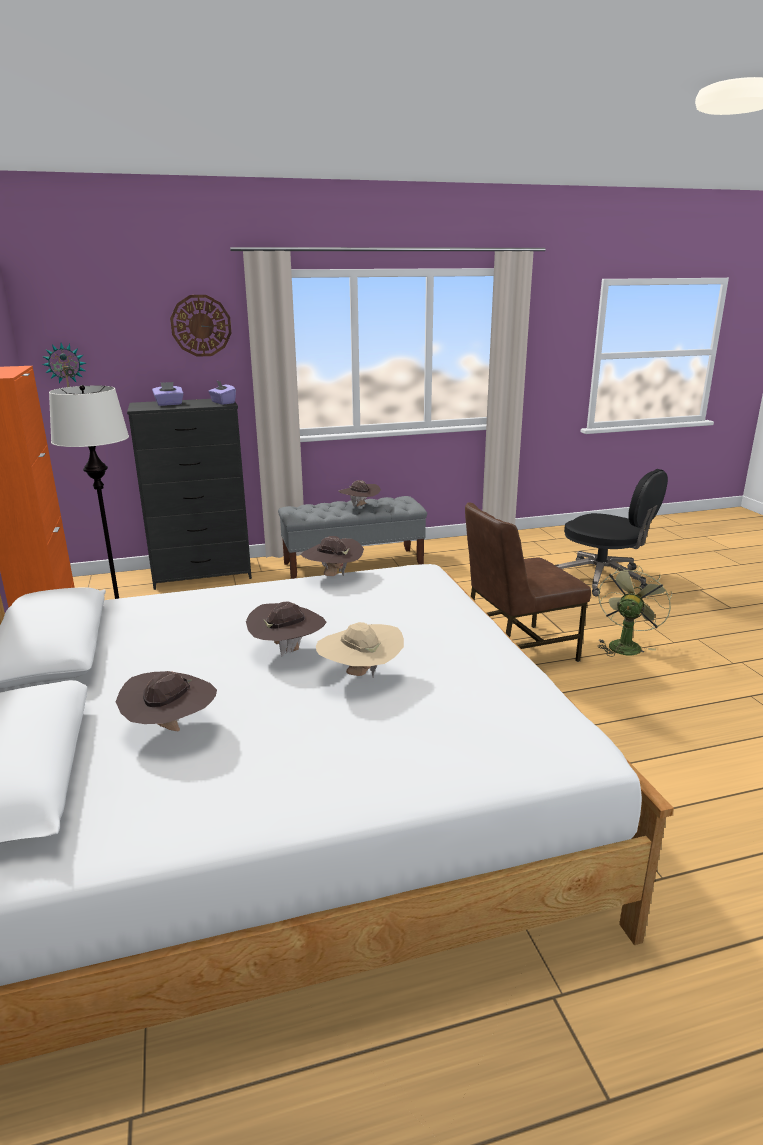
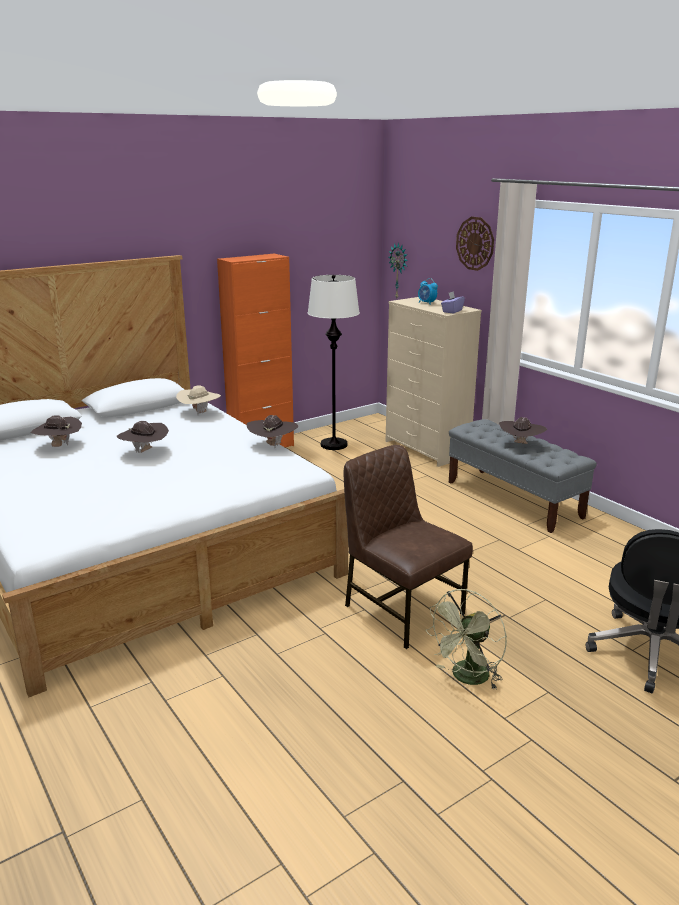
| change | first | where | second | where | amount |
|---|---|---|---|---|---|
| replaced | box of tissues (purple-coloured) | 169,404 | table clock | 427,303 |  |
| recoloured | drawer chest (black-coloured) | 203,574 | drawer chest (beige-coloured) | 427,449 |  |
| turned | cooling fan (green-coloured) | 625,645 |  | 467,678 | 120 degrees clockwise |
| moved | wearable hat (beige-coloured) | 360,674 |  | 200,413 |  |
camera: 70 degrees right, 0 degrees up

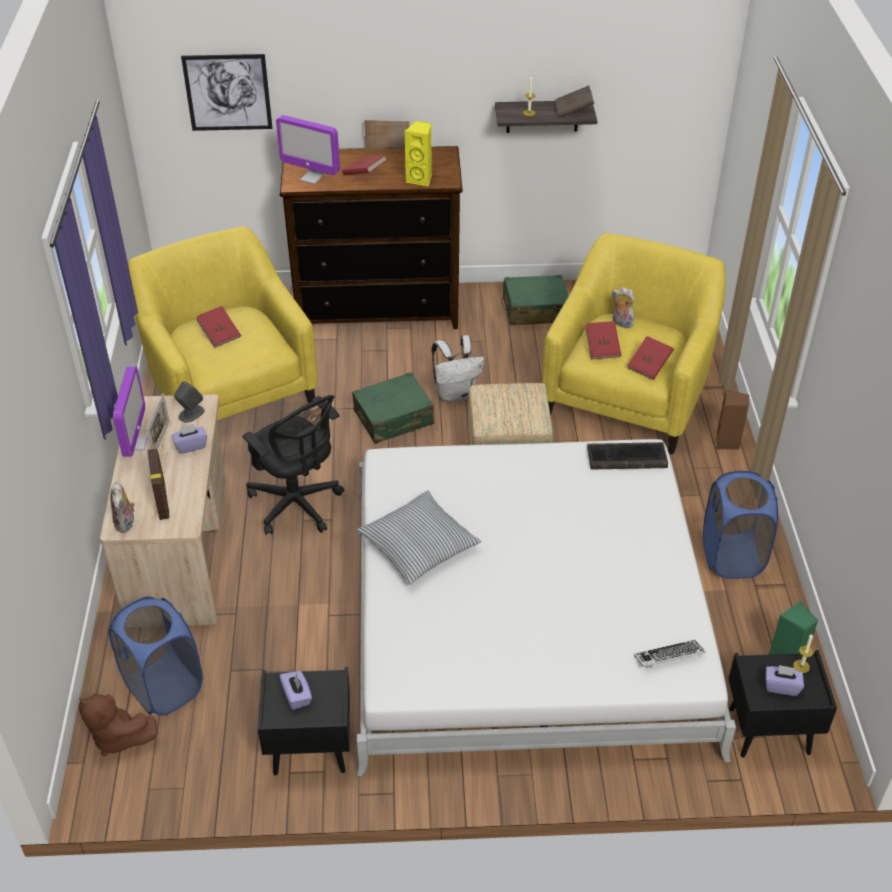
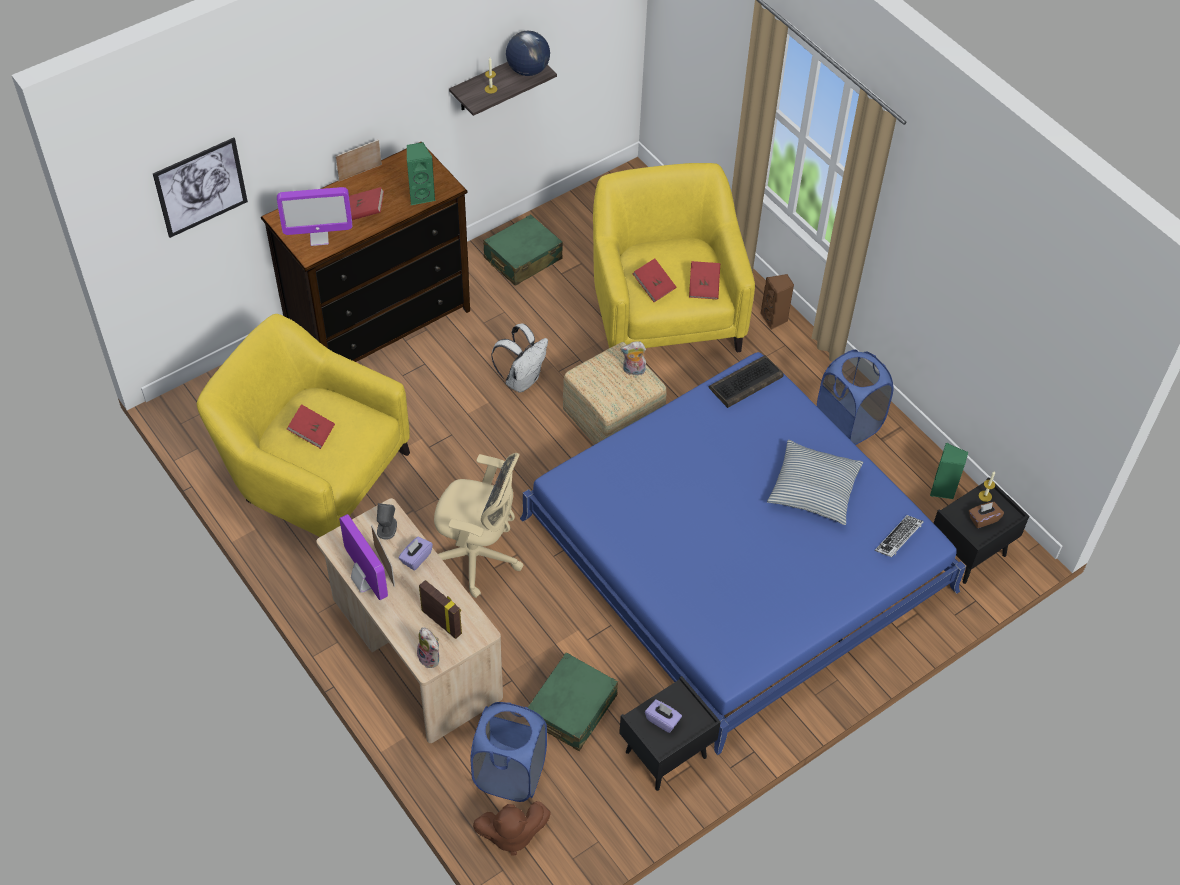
| change | first | where | second | where | amount |
|---|---|---|---|---|---|
| replaced | volume (brown) | 573,111 | globe | 527,70 |  |
| recoloured | loudspeaker (yellow) | 420,179 | loudspeaker (green-coloured) | 421,195 |  |
| moved | plush toy | 621,323 |  | 633,371 |  |
| moved | piece of luggage (green-coloured) | 394,418 |  | 572,708 |  |
| recoloured | computer chair (black-coloured) | 297,505 | computer chair (beige-coloured) | 477,557 |  |
| recoloured | bed (white-coloured) | 527,614 | bed (blue-coloured) | 737,554 |  |
| moved | throw pillow | 419,545 |  | 814,489 |  |
| recoloured | box of tissues (purple-coloured) | 781,686 | box of tissues (brown) | 983,519 |  |
camera: 35 degrees left, 10 degrees up

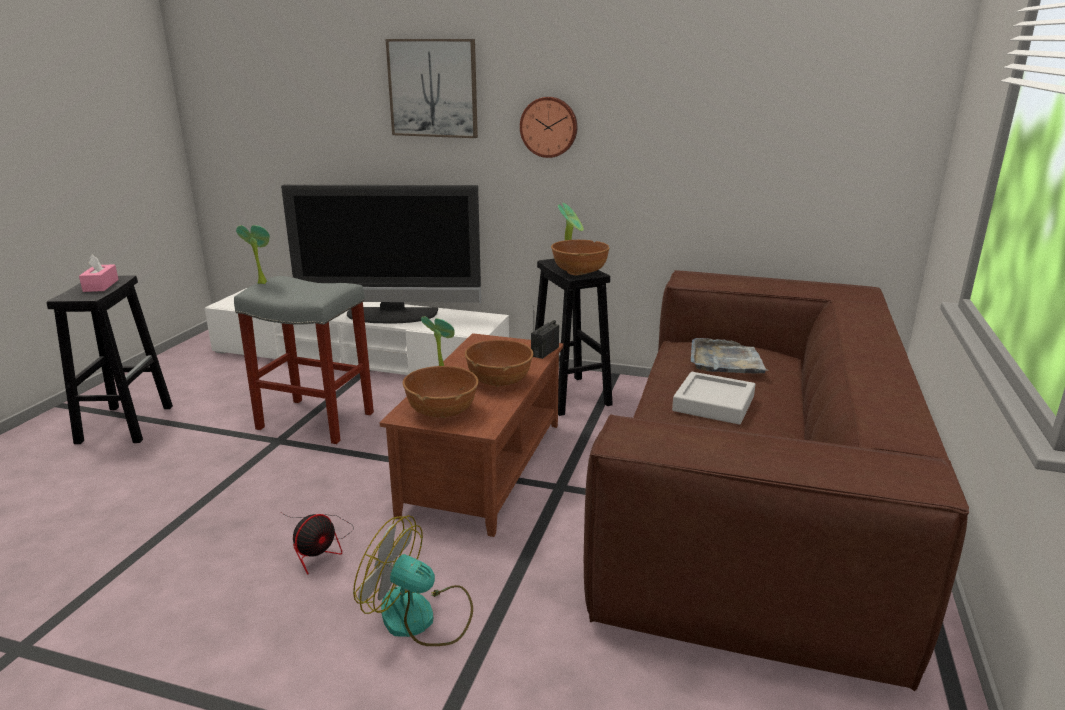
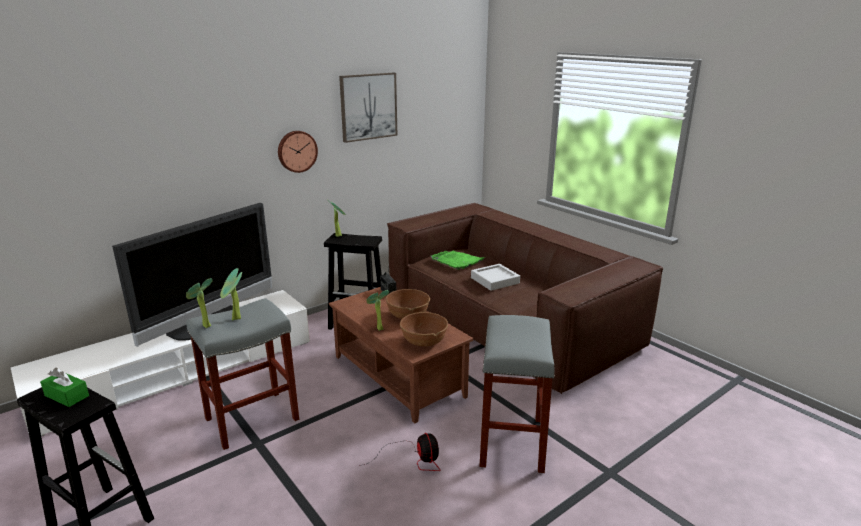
| change | first | where | second | where | amount |
|---|---|---|---|---|---|
| moved | wall art | 433,88 |  | 368,106 |  |
| removed | bowl (brown) | 579,272 |  |  |  |
| recoloured | box of tissues (pink) | 101,285 | box of tissues (green-coloured) | 67,396 |  |
| recoloured | tray (grey) | 726,360 | tray (green-coloured) | 457,261 |  |
| replaced | cooling fan | 420,618 | stool seat (grey) | 512,443 |  |
| added |  |  | plant in a pot | 235,320 |  |
camera: 55 degrees left, 0 degrees up

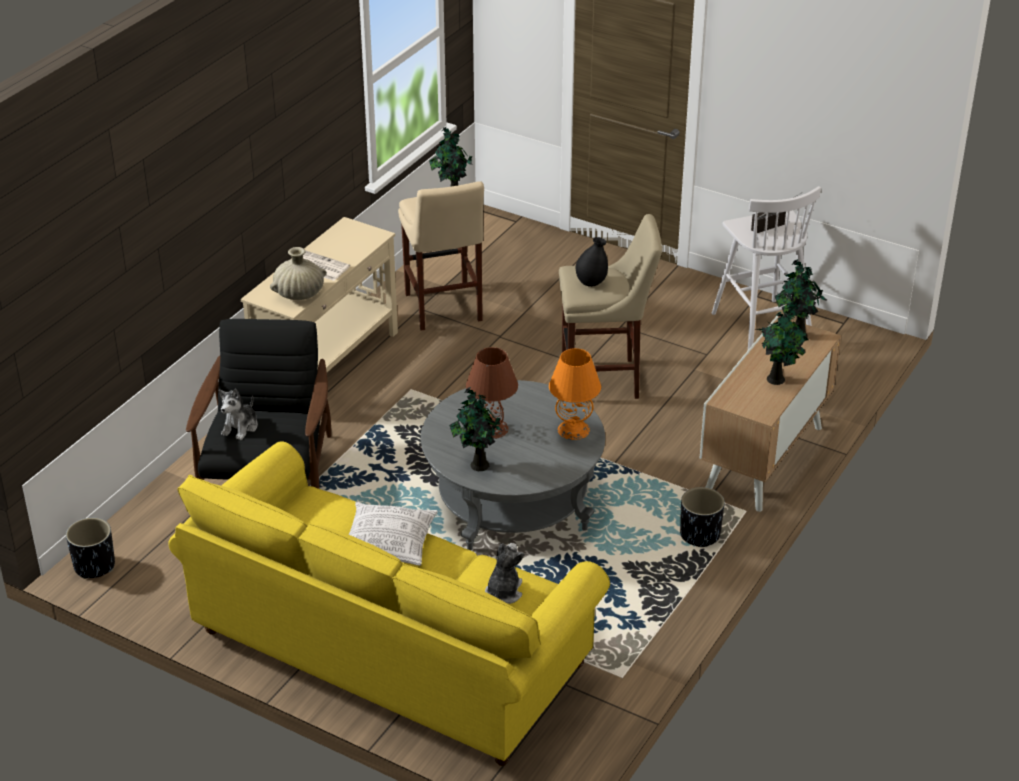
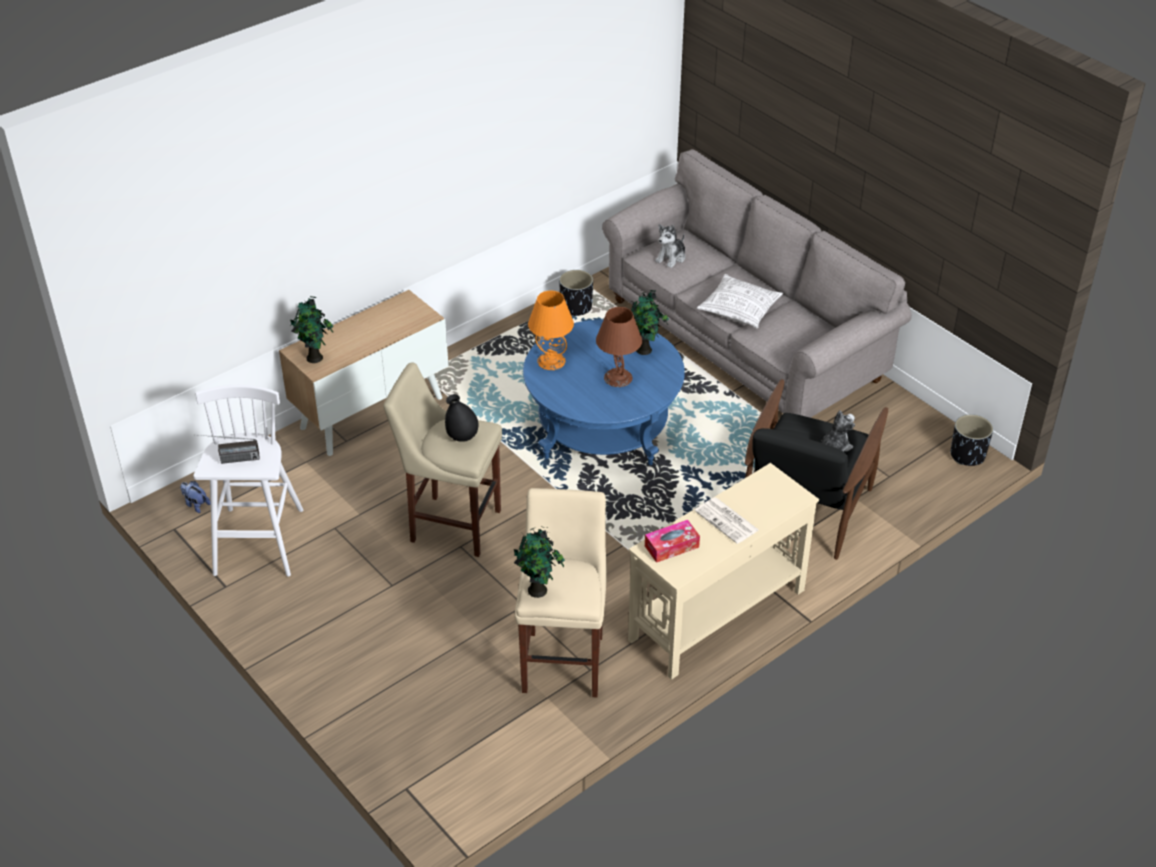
| change | first | where | second | where | amount |
|---|---|---|---|---|---|
| removed | flower vase (beige-coloured) | 299,294 |  |  |  |
| removed | plant in a pot | 777,379 |  |  |  |
| recoloured | lounge table (grey) | 512,502 | lounge table (blue-coloured) | 603,426 |  |
| recoloured | couch (yellow) | 391,649 | couch (grey) | 744,341 |  |
| moved | plant pot (black-coloured) | 700,535 |  | 576,307 |  |
| added |  |  | plush toy | 196,504 |  |
| added |  |  | box of tissues | 671,546 |  |
camera: 160 degrees left, 5 degrees up

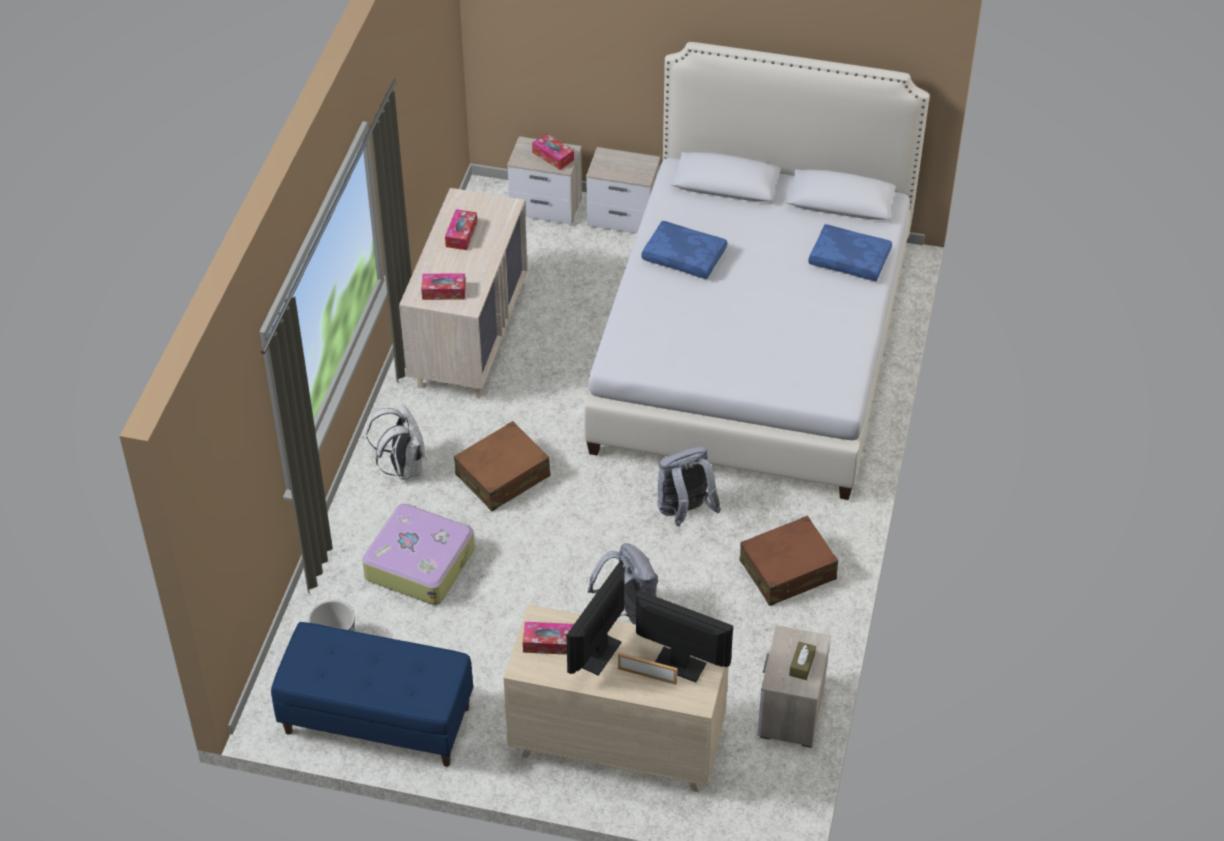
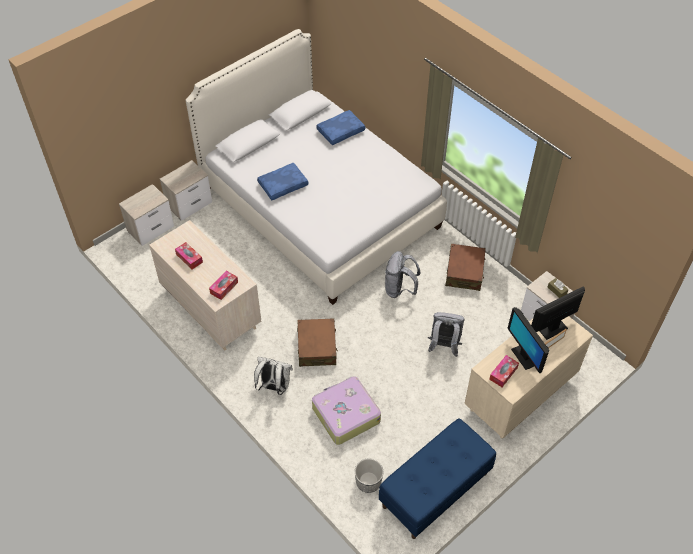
| change | first | where | second | where | amount |
|---|---|---|---|---|---|
| removed | box of tissues | 553,156 |  |  |  |
camera: 55 degrees left, 5 degrees up

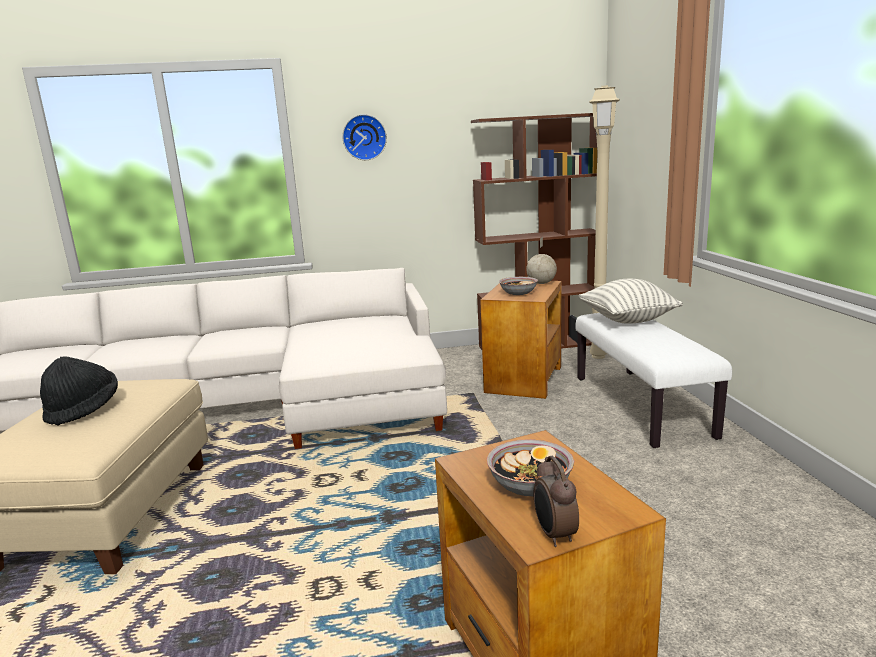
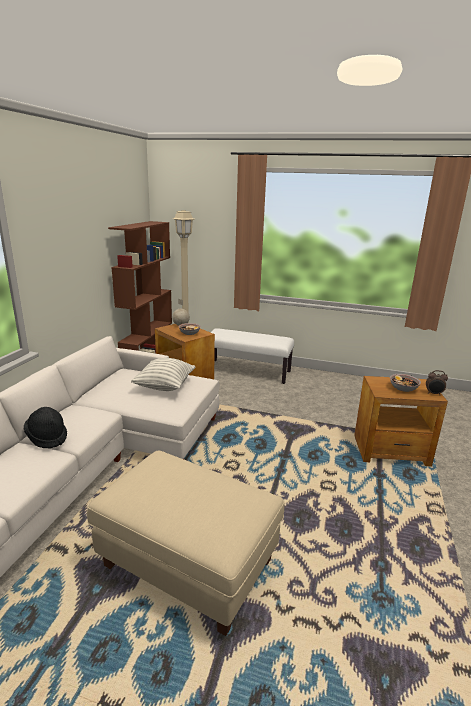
| change | first | where | second | where | amount |
|---|---|---|---|---|---|
| removed | hanging clock | 364,137 |  |  |  |
| moved | throw pillow | 627,320 |  | 165,386 |  |
| moved | wearable hat (black-coloured) | 83,409 |  | 47,437 |  |
camera: 65 degrees left, 5 degrees up

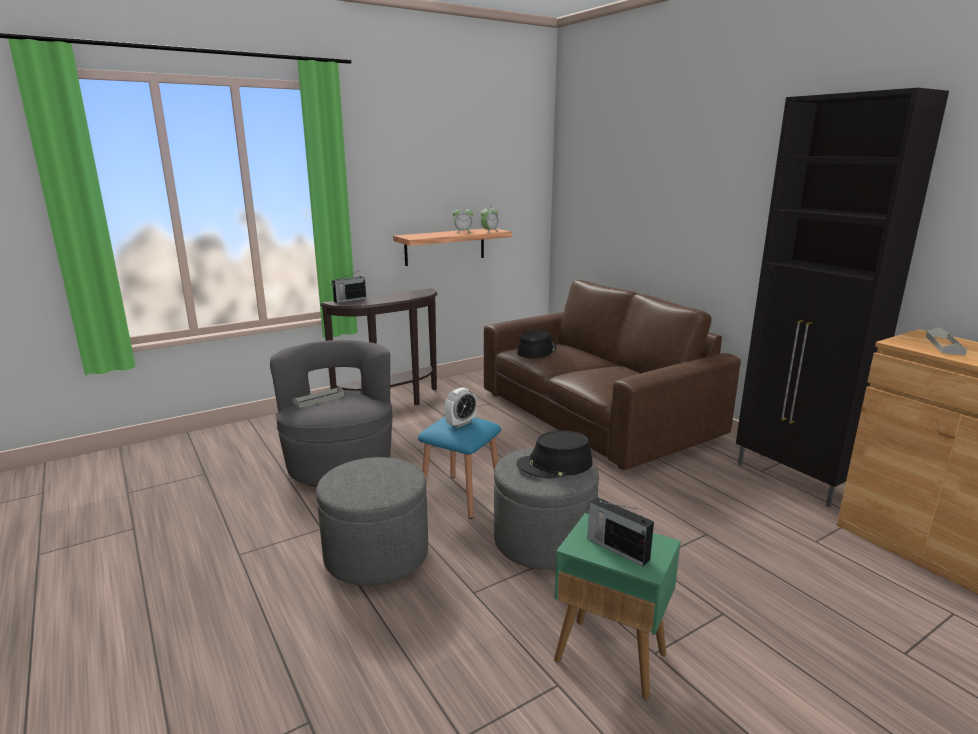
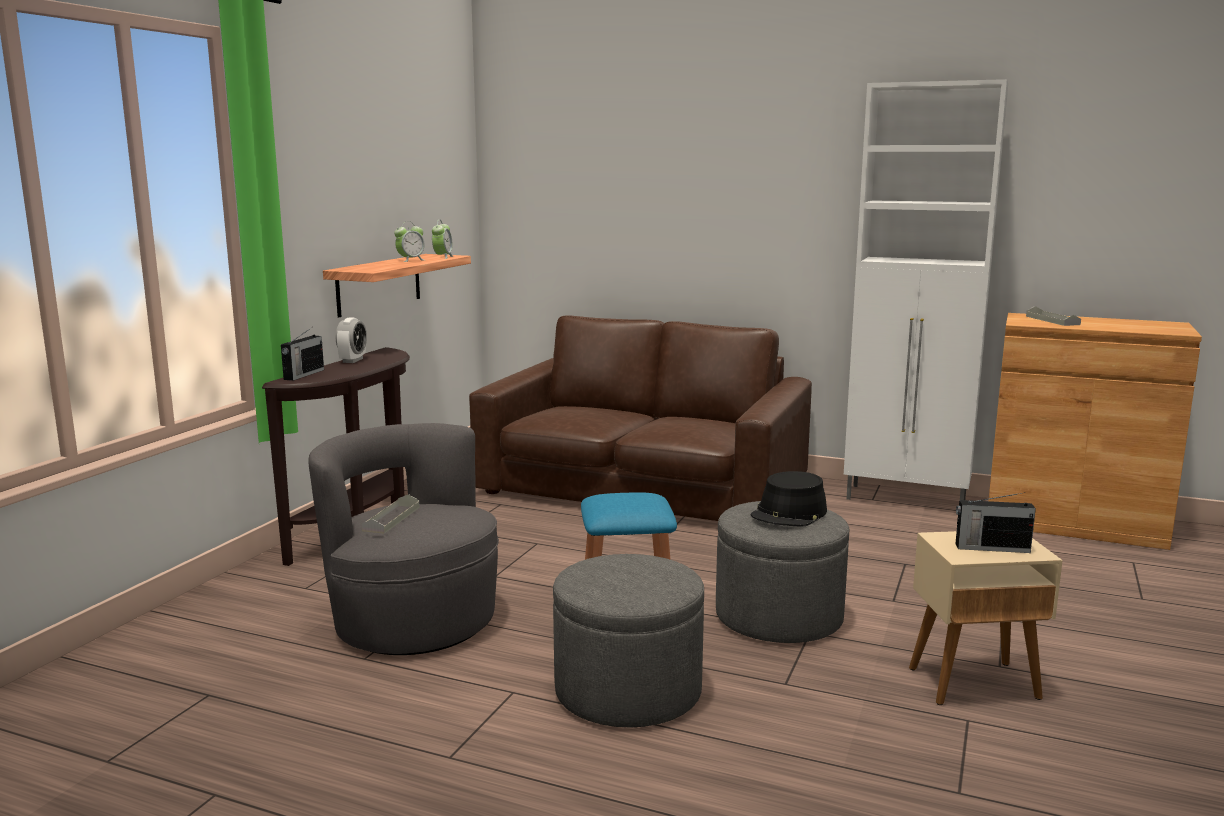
| change | first | where | second | where | amount |
|---|---|---|---|---|---|
| recoloured | storage cabinet (black-coloured) | 793,480 | storage cabinet (white-coloured) | 907,499 |  |
| removed | wearable hat (black-coloured) | 537,350 |  |  |  |
| moved | table clock | 461,423 |  | 352,360 |  |
| recoloured | end table (green-coloured) | 611,657 | end table (beige-coloured) | 975,683 |  |
camera: 35 degrees left, 5 degrees down

